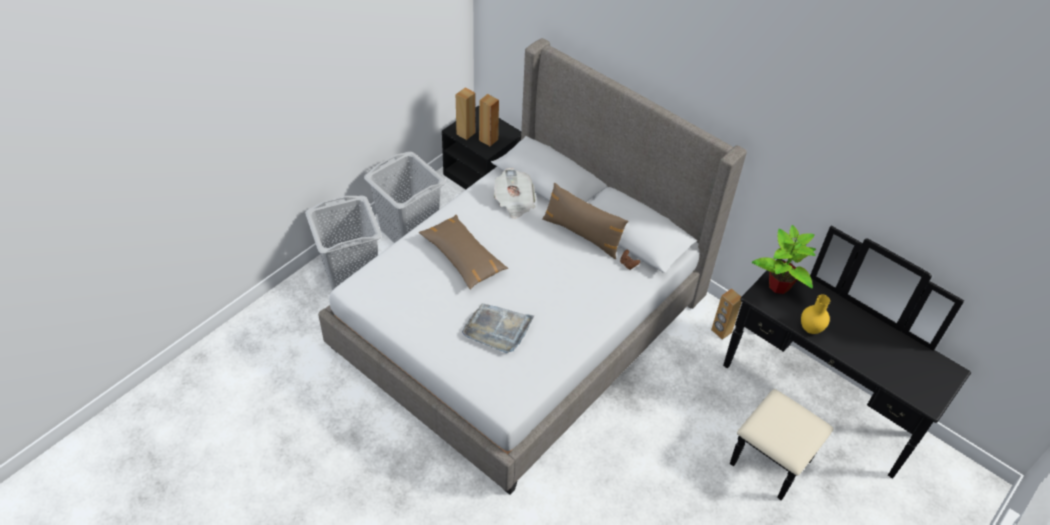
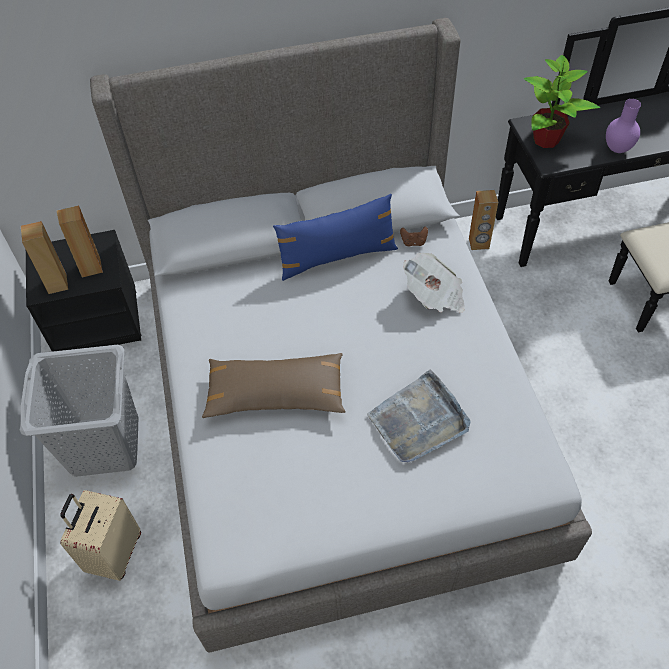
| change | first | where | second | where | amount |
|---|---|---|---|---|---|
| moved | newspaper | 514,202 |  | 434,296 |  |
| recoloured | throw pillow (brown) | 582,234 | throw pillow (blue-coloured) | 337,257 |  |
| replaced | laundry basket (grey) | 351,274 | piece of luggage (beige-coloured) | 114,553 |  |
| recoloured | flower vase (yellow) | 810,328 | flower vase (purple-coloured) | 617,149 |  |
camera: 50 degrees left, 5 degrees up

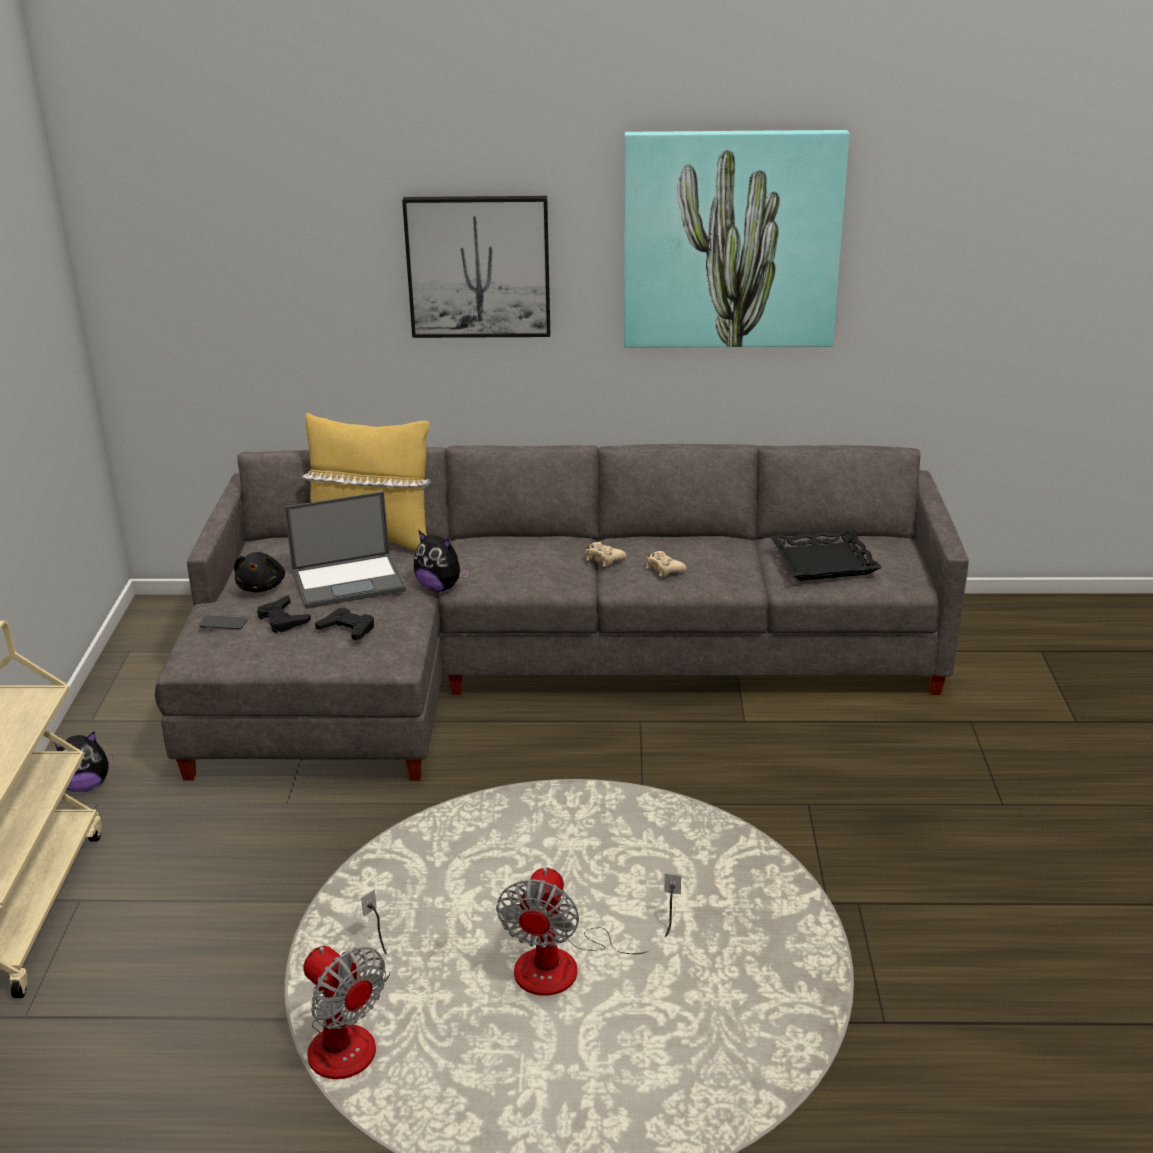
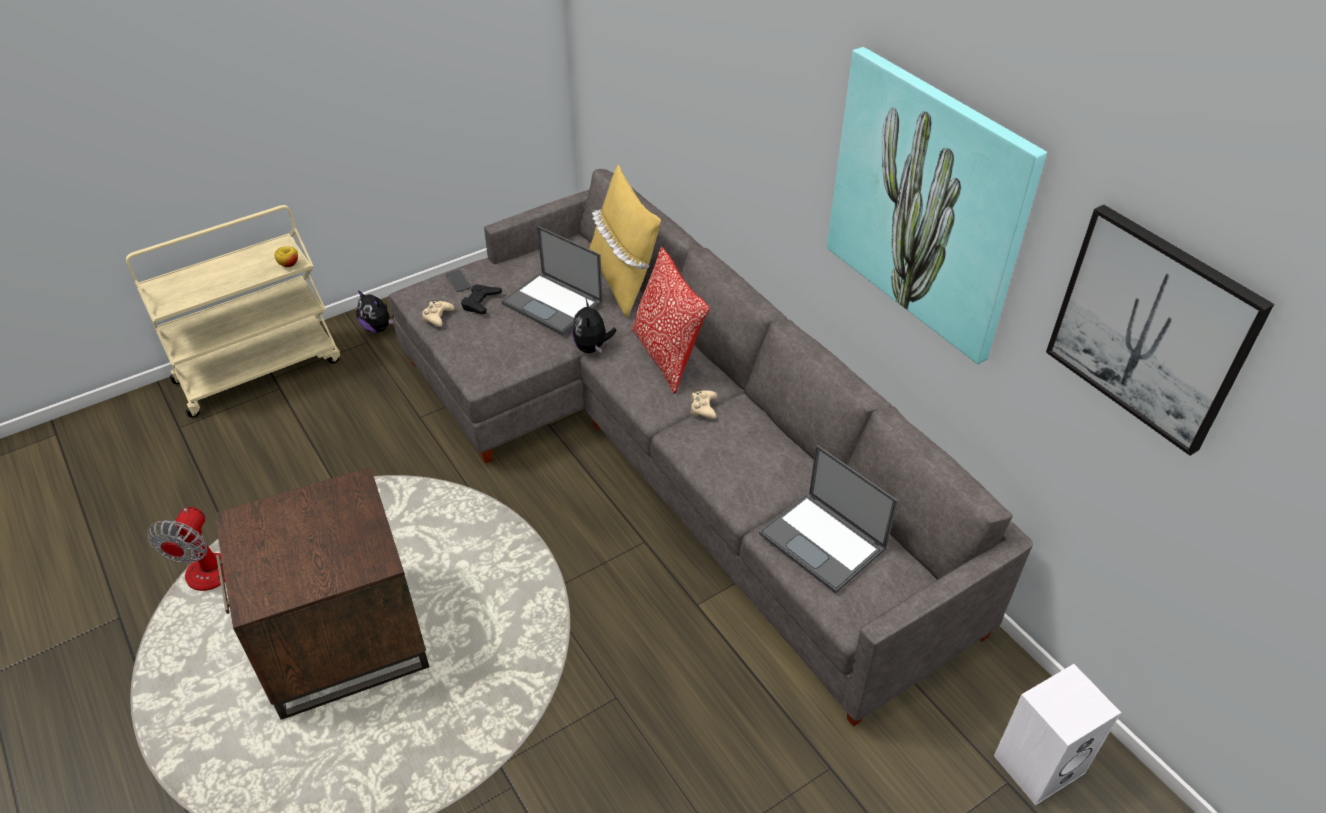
| change | first | where | second | where | amount |
|---|---|---|---|---|---|
| moved | wall art | 478,266 |  | 1151,328 |  |
| replaced | tray (black-coloured) | 823,562 | notebook computer | 824,542 |  |
| moved | game controller (beige-coloured) | 664,569 |  | 437,316 |  |
| removed | plush toy (black-coloured) | 262,586 |  |  |  |
| removed | game controller (black-coloured) | 347,629 |  |  |  |
| replaced | cooling fan | 568,965 | end table (brown) | 343,641 |  |
| added |  |  | apple fruit | 289,264 |  |
| added |  |  | throw pillow | 666,356 |  |
| added |  |  | loudspeaker (white-coloured) | 1039,762 |  |
camera: 55 degrees right, 15 degrees up

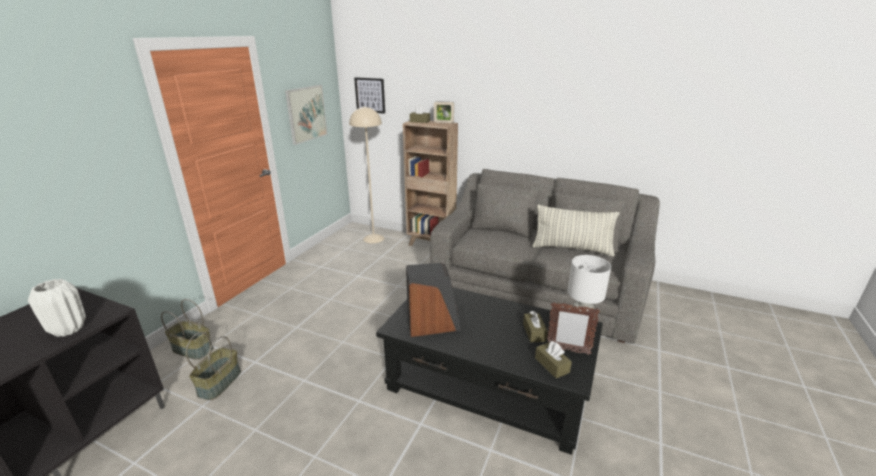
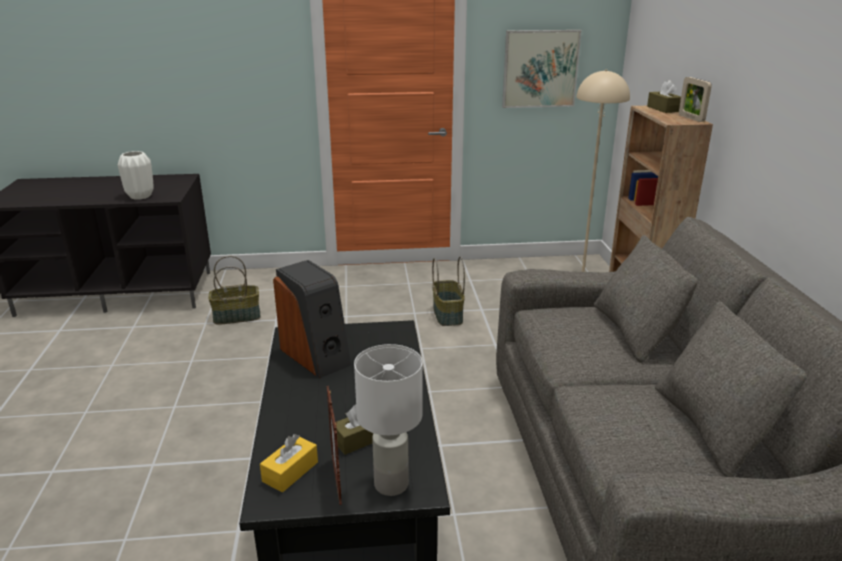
| change | first | where | second | where | amount |
|---|---|---|---|---|---|
| removed | wall art | 370,95 |  |  |  |
| removed | throw pillow | 572,249 |  |  |  |
| moved | storage basket | 193,349 |  | 448,315 |  |
| recoloured | box of tissues (brown) | 551,365 | box of tissues (yellow) | 290,472 |  |
camera: 60 degrees right, 0 degrees up

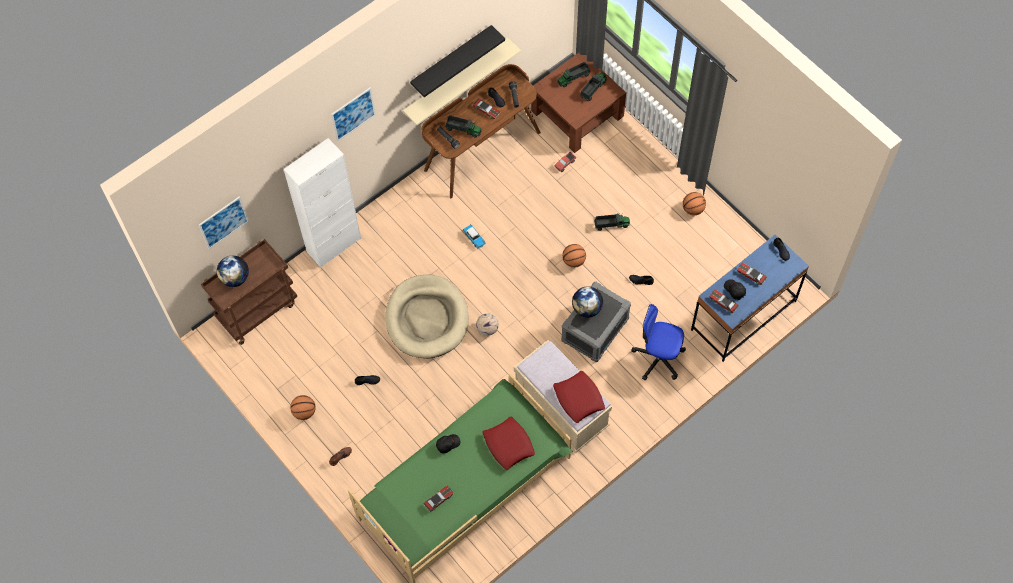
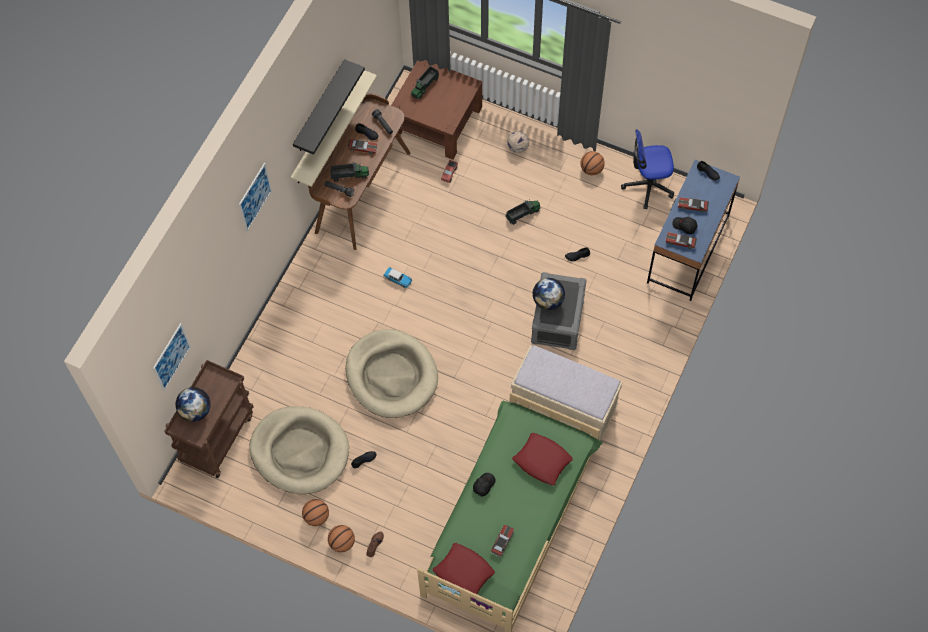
| change | first | where | second | where | amount |
|---|---|---|---|---|---|
| removed | toy lorry | 593,89 |  |  |  |
| removed | storage cabinet (white-coloured) | 334,245 |  |  |  |
| moved | basketball ball | 573,261 |  | 342,543 |  |
| moved | computer chair | 658,358 |  | 648,185 |  |
| moved | ball for football | 487,329 |  | 517,148 |  |
| moved | throw pillow (red) | 578,398 |  | 463,573 |  |
| added |  |  | pet bed (beige-coloured) | 300,451 |  |
camera: 25 degrees left, 0 degrees up

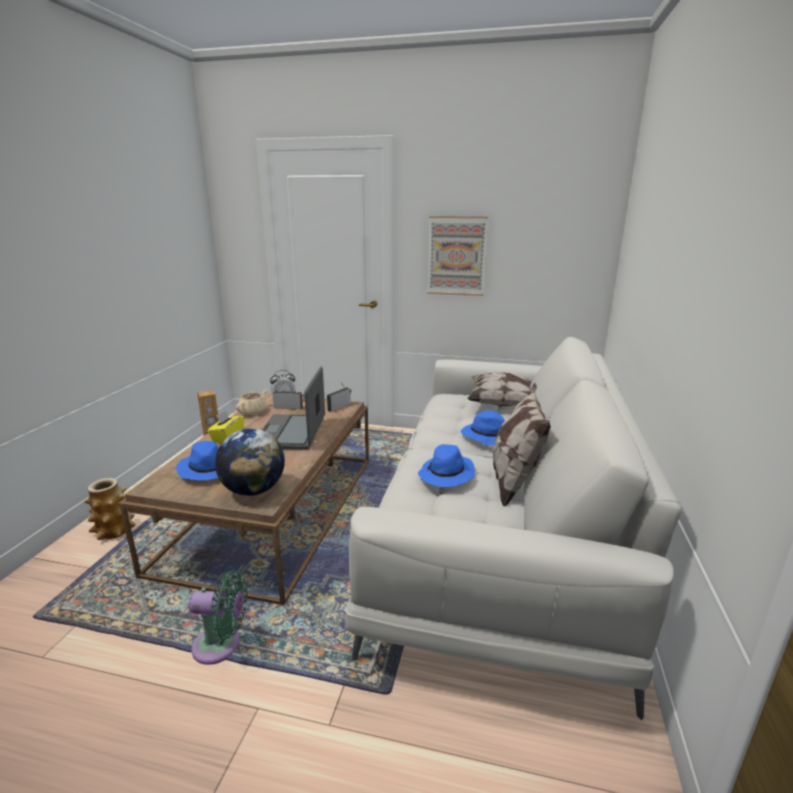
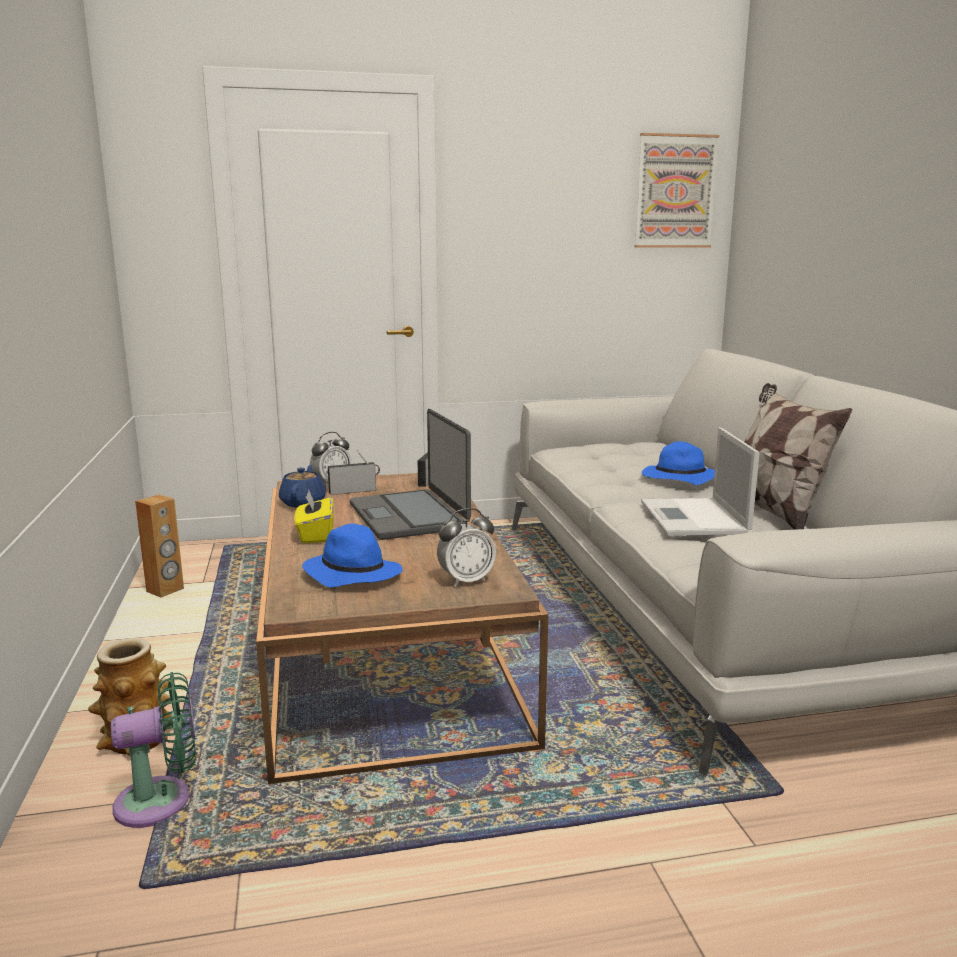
| change | first | where | second | where | amount |
|---|---|---|---|---|---|
| moved | wall art | 456,256 |  | 675,192 |  |
| removed | throw pillow | 502,404 |  |  |  |
| recoloured | tea pot (beige-coloured) | 253,411 | tea pot (blue-coloured) | 303,502 |  |
| replaced | globe | 254,490 | table clock | 466,581 |  |
| replaced | wearable hat (blue-coloured) | 446,475 | notebook computer | 694,518 |  |
| moved | cooling fan (green-coloured) | 221,645 |  | 161,801 |  |
camera: 25 degrees left, 5 degrees down

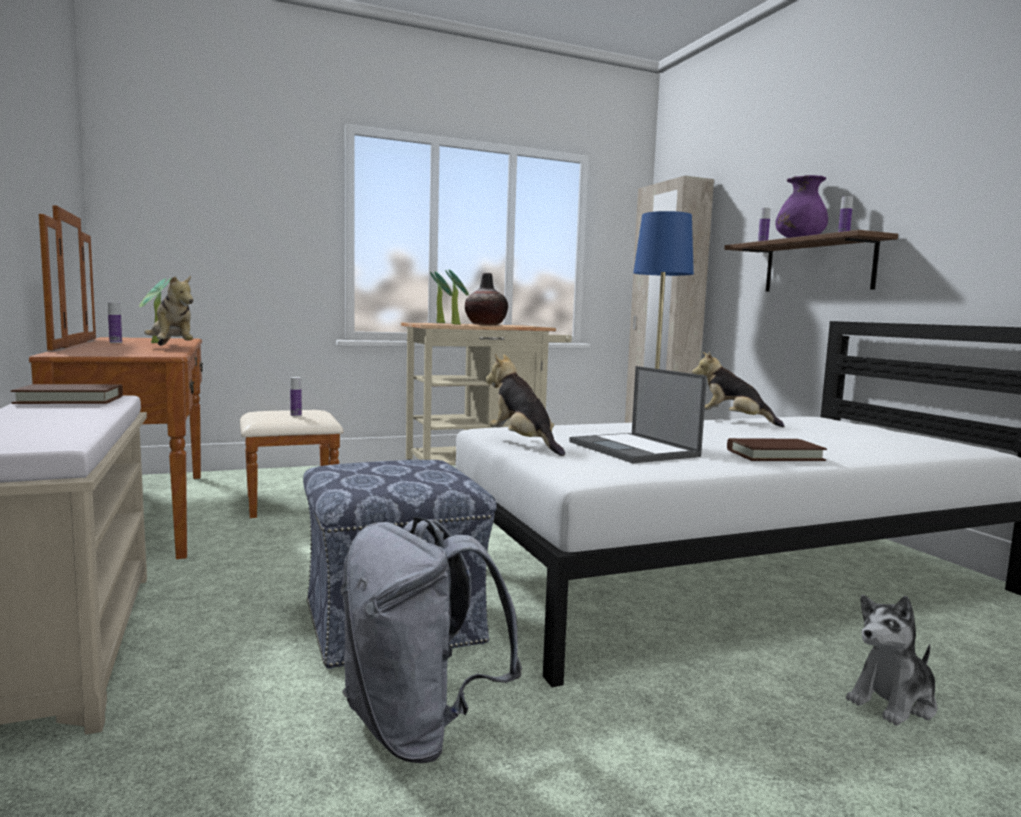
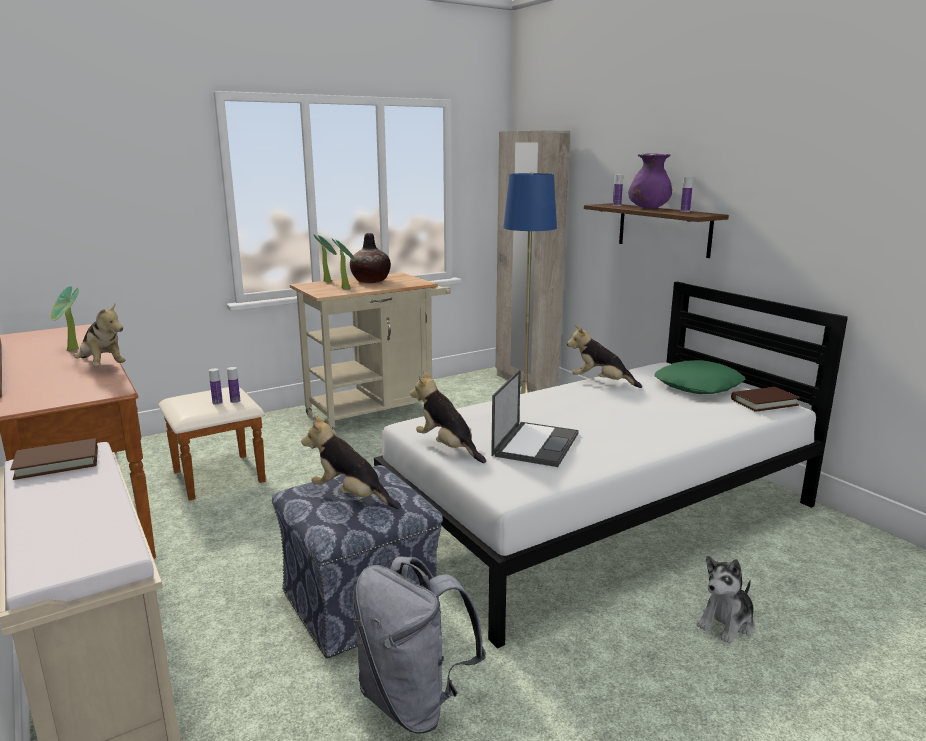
| change | first | where | second | where | amount |
|---|---|---|---|---|---|
| moved | beverage bottle | 115,342 |  | 235,401 |  |
| turned | notebook computer | 634,449 |  | 536,444 | 120 degrees counterclockwise |
| moved | volume (brown) | 774,455 |  | 764,402 |  |
| added |  |  | throw pillow (green-coloured) | 699,386 |  |
| added |  |  | plush toy | 351,496 |  |
camera: 10 degrees left, 10 degrees up

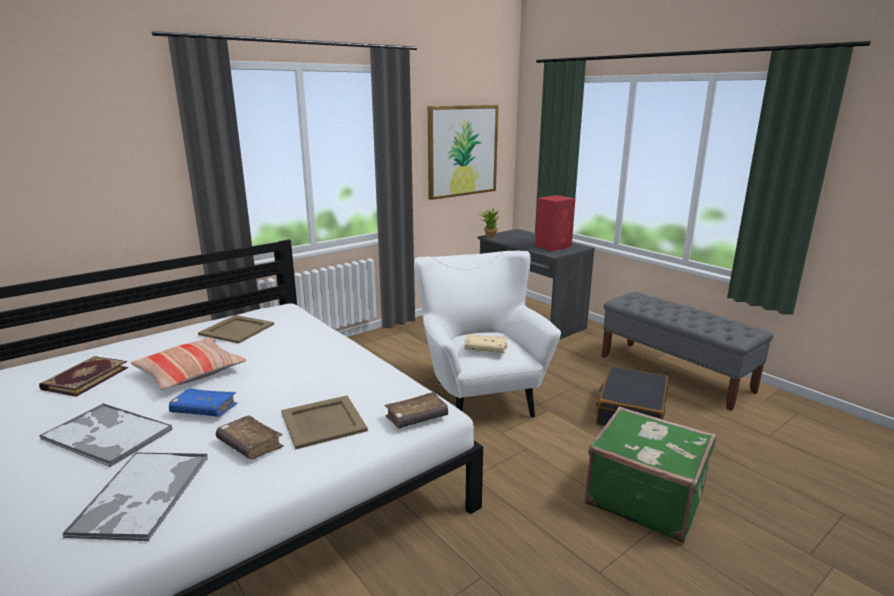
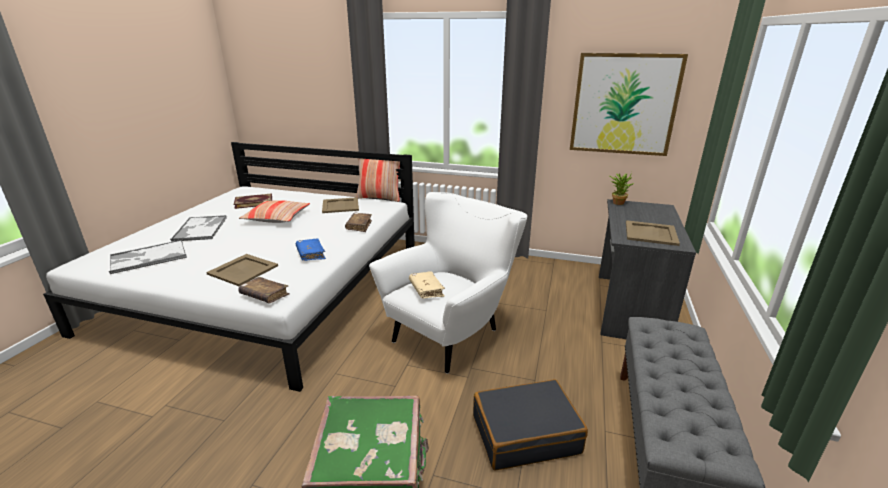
| change | first | where | second | where | amount |
|---|---|---|---|---|---|
| replaced | loudspeaker (red) | 553,246 | tray (beige-coloured) | 651,233 |  |
| moved | volume (blue-coloured) | 204,410 |  | 311,254 |  |
| moved | volume (brown) | 250,445 |  | 359,226 |  |
| added |  |  | throw pillow | 379,198 |  |
camera: 55 degrees right, 5 degrees up

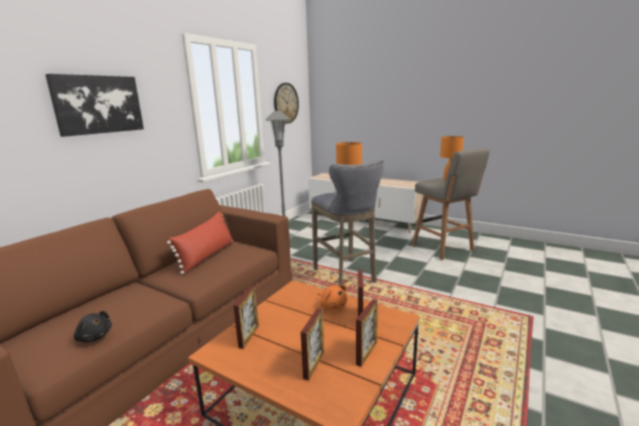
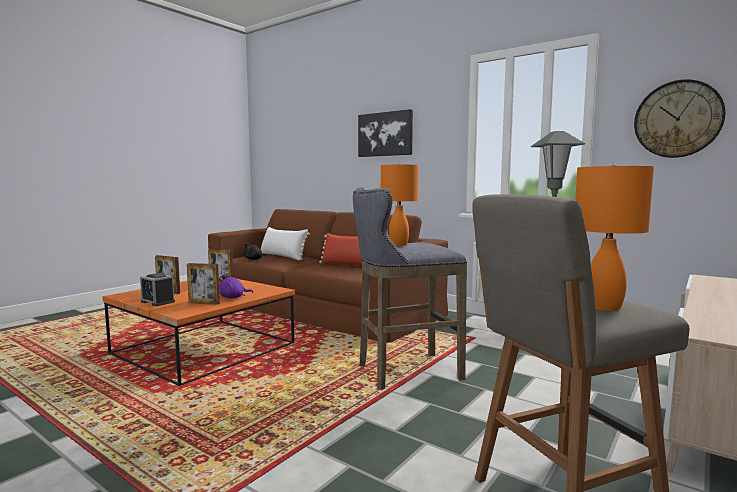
| change | first | where | second | where | amount |
|---|---|---|---|---|---|
| recoloured | plush toy (orangey) | 332,305 | plush toy (purple-coloured) | 233,297 |  |
| replaced | picture frame | 366,353 | table clock | 158,302 |  |
| added |  |  | throw pillow (white-coloured) | 282,256 |  |
camera: 95 degrees right, 10 degrees down

